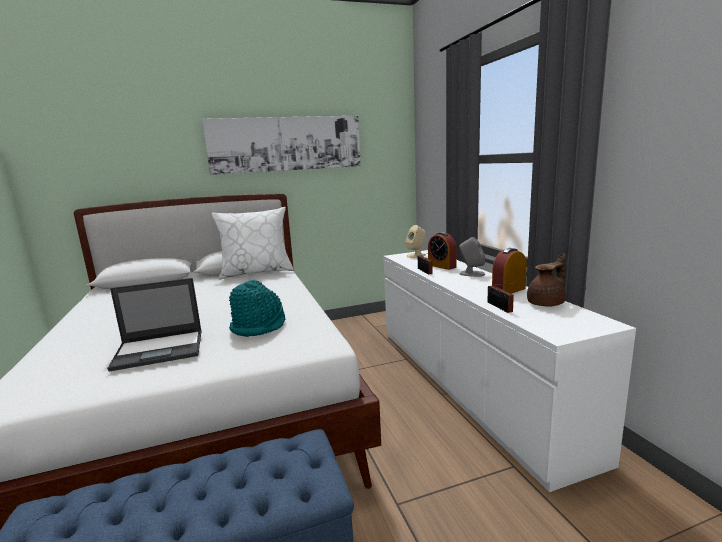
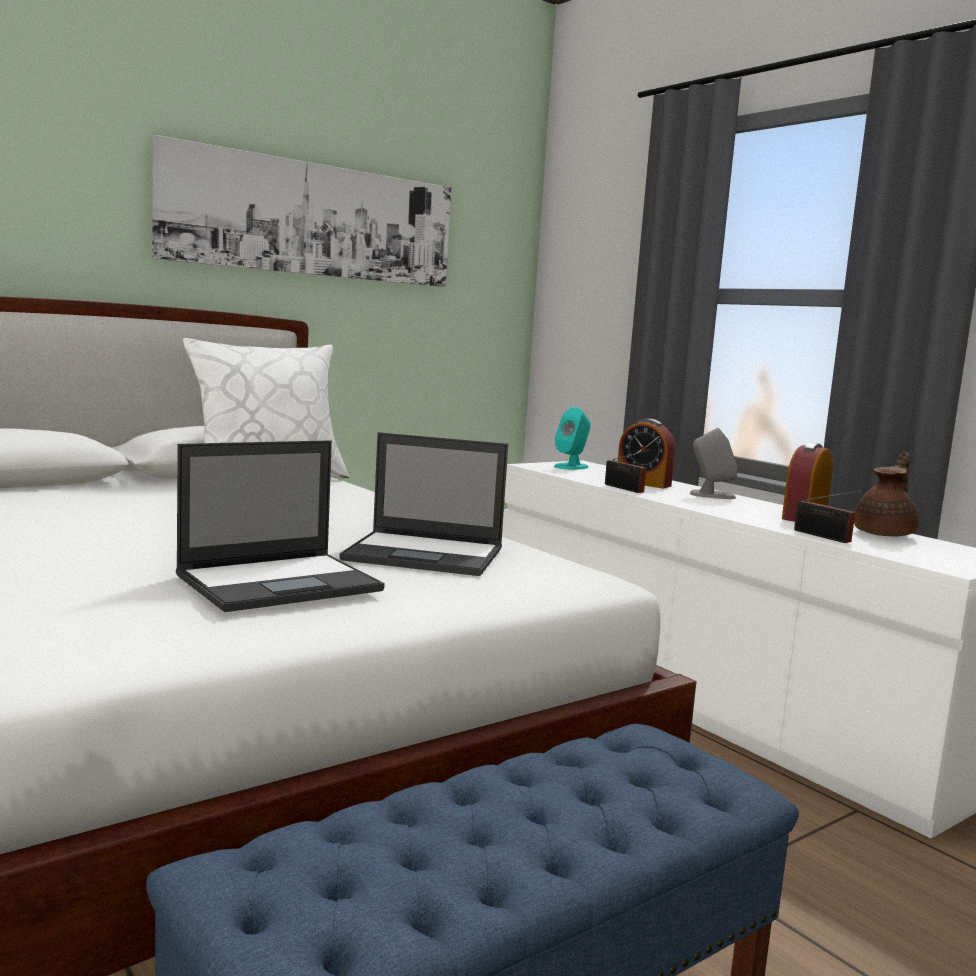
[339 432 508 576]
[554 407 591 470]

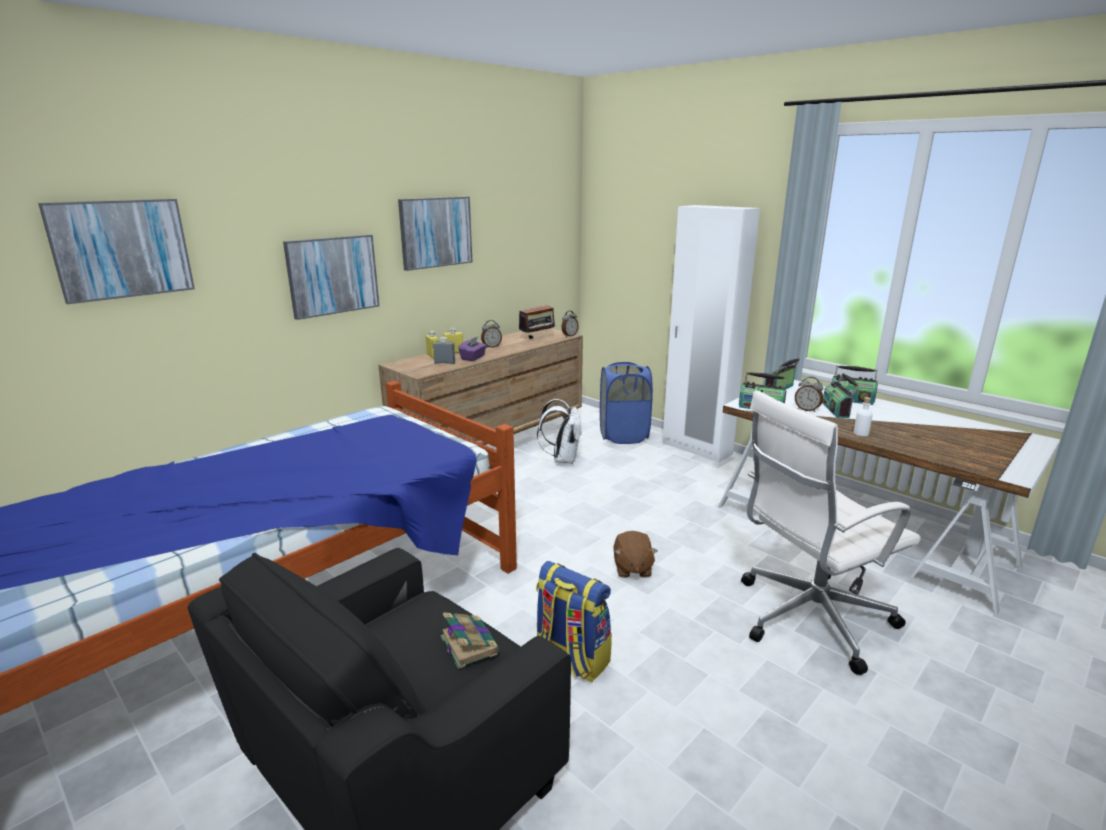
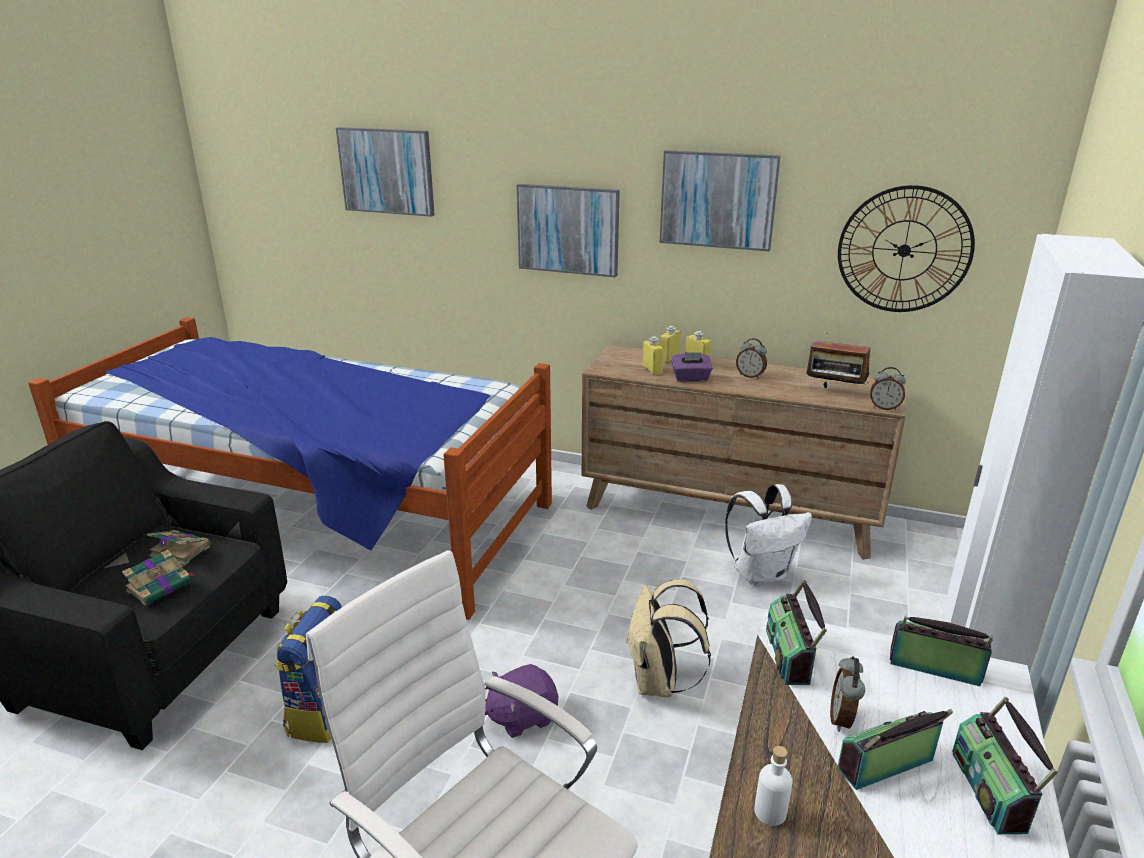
[643 336 664 375]
[600 362 653 444] (first image)
[485 664 558 738]
[147 530 211 566]
[626 579 711 697]
[838 185 975 312]

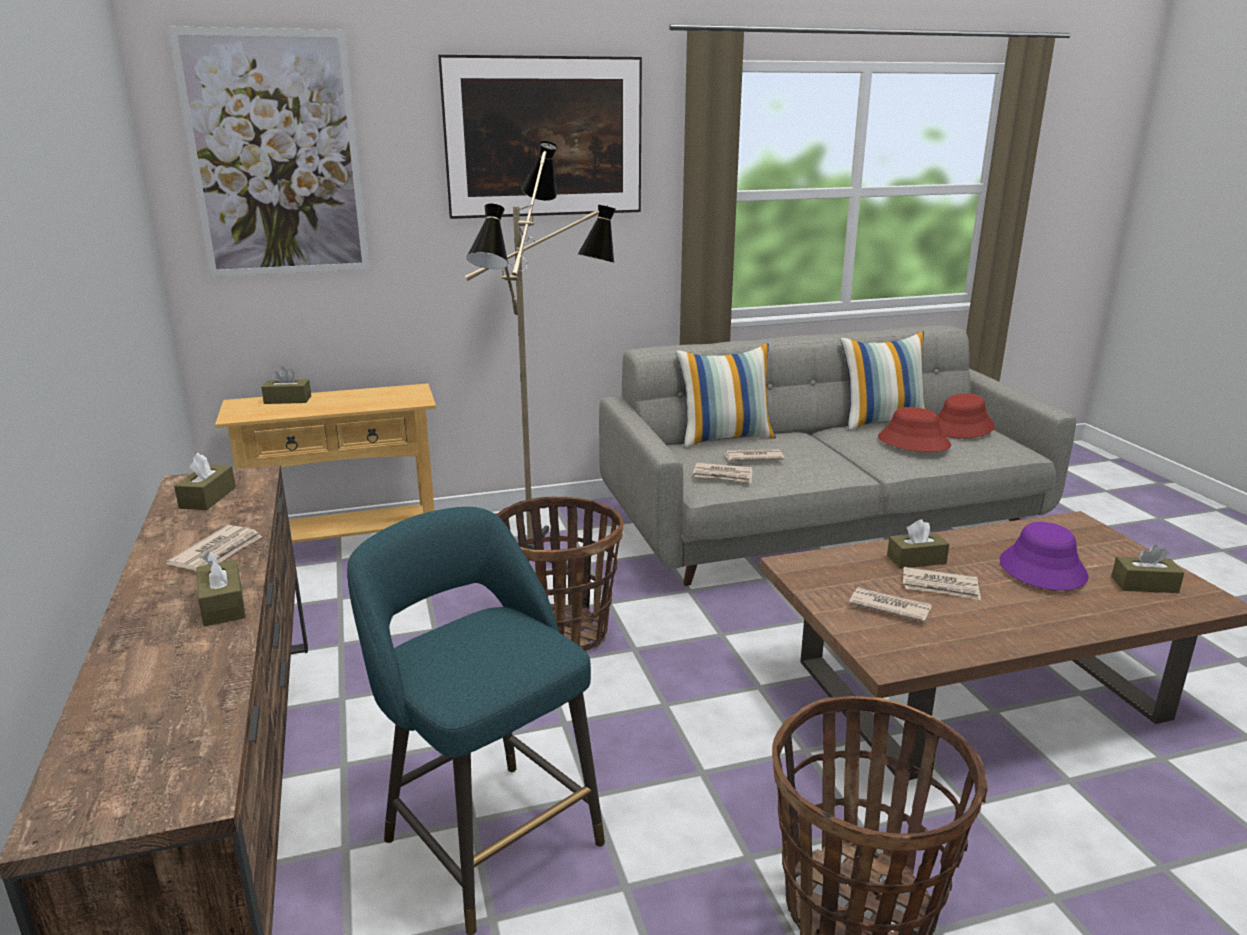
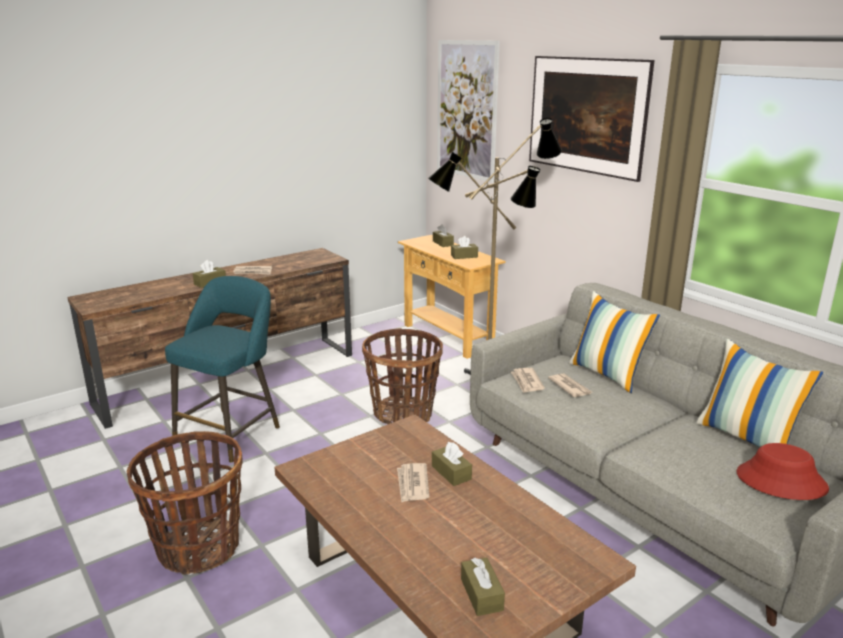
[451 236 478 259]
[849 587 932 622] (first image)
[878 407 951 452] (first image)
[1000 522 1089 591] (first image)

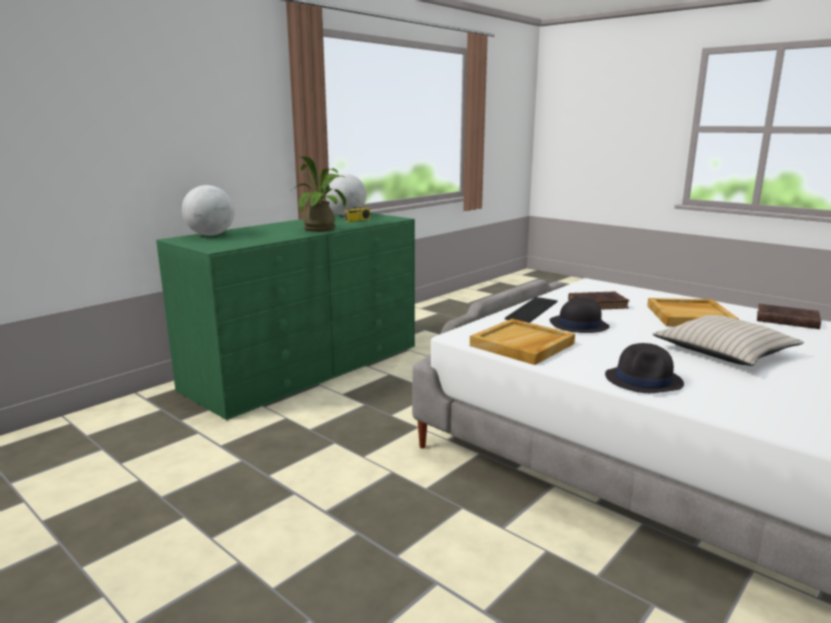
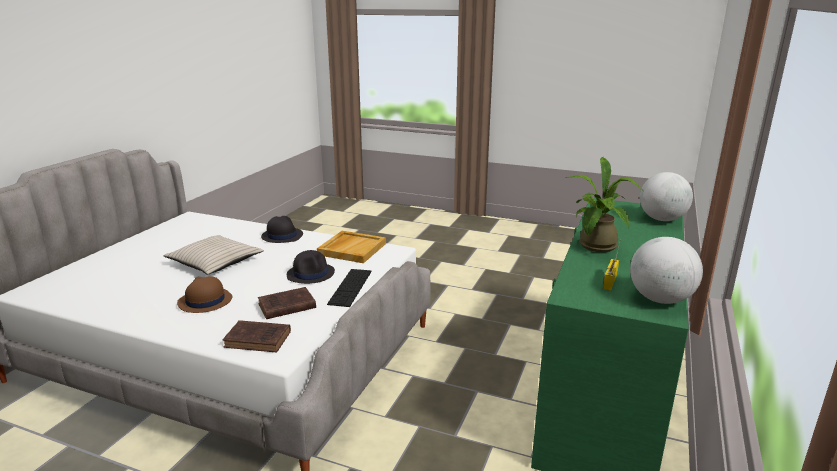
[177 276 233 313]
[223 320 291 353]

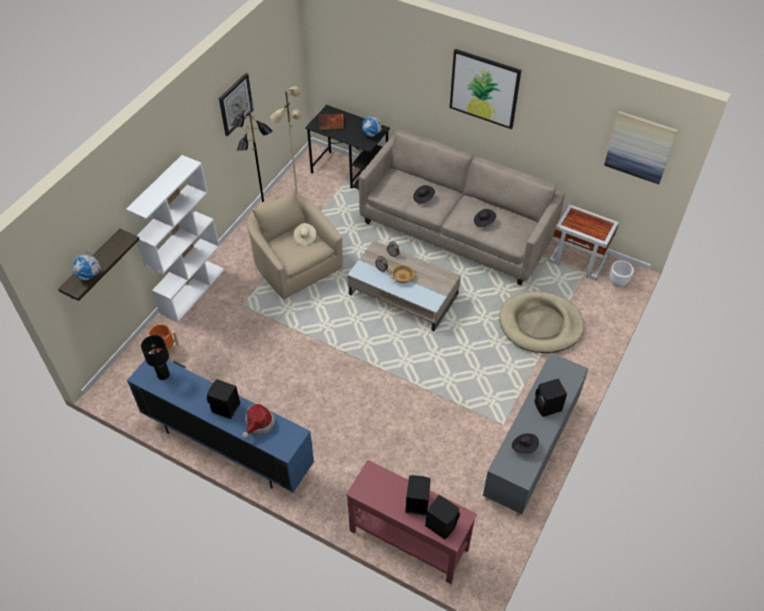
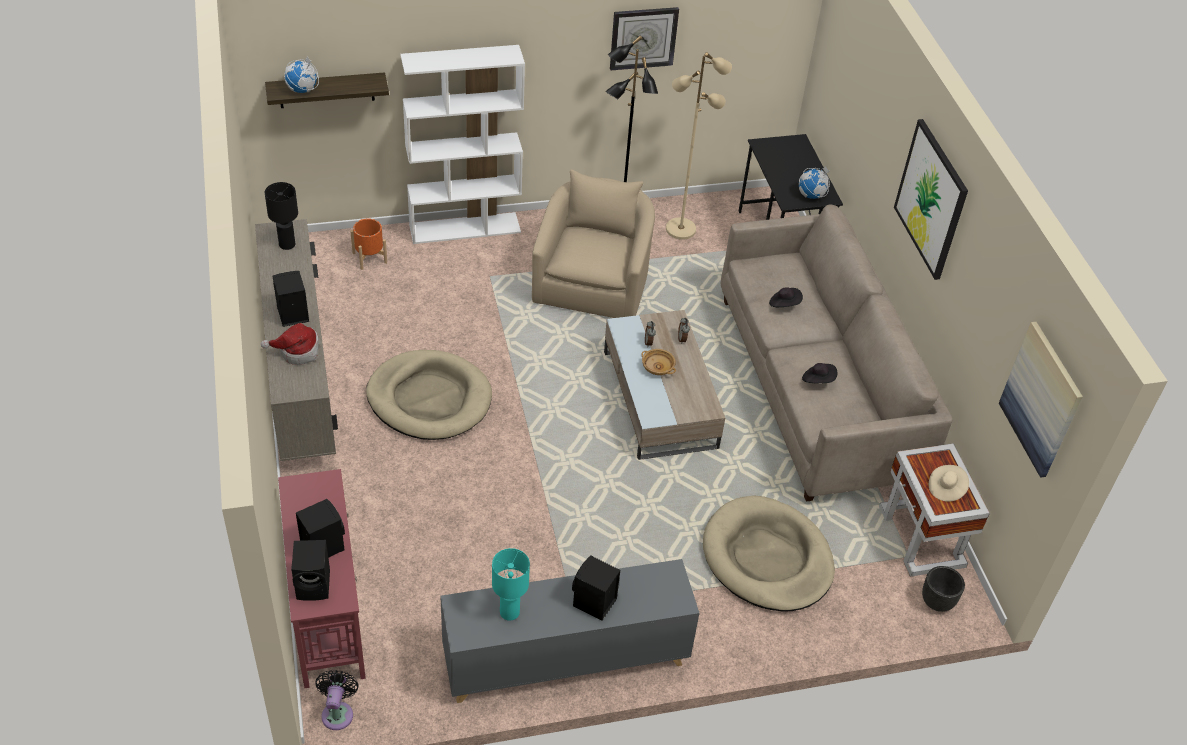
[255 219 338 461]
[929 465 969 502]
[319 114 344 130] (first image)
[492 548 530 621]
[922 566 965 612]
[315 670 359 730]
[366 350 492 440]

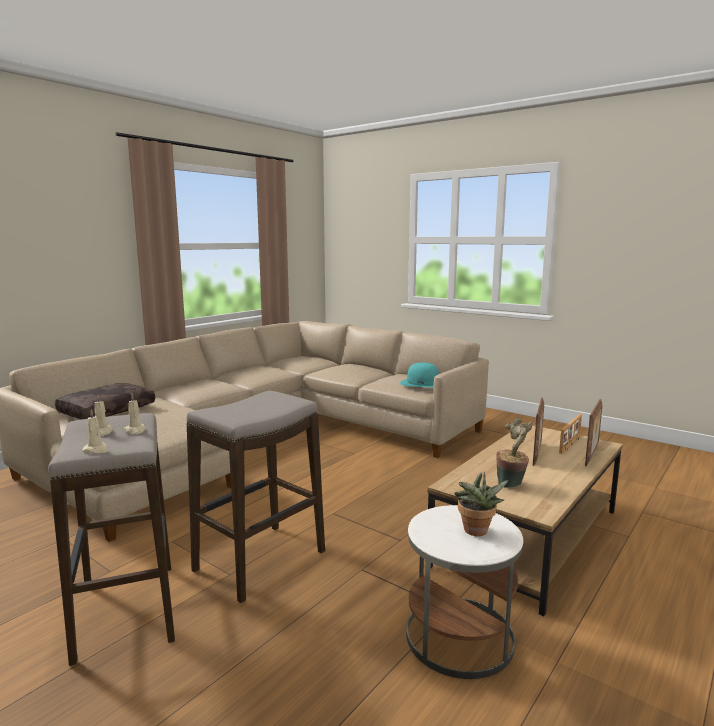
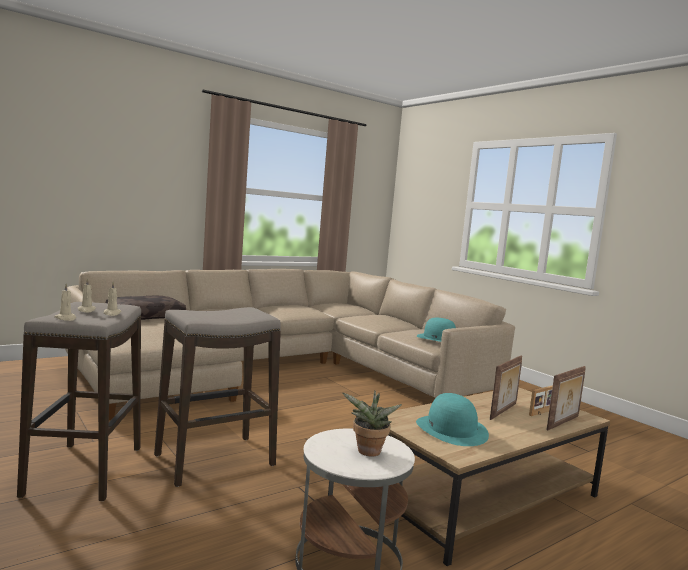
[416 393 489 446]

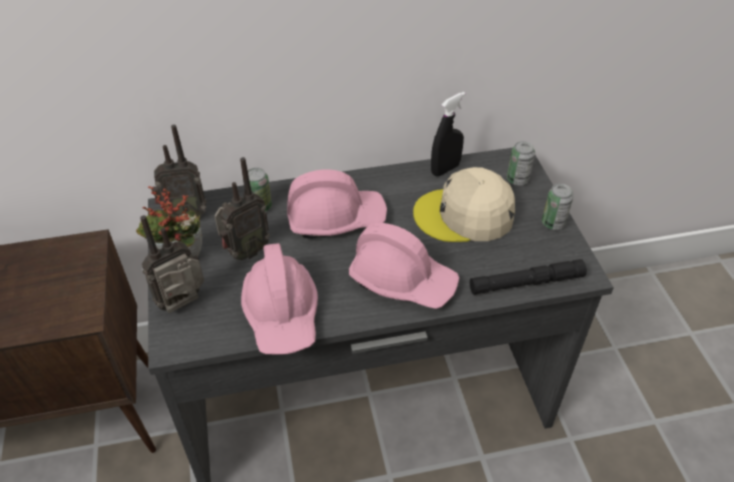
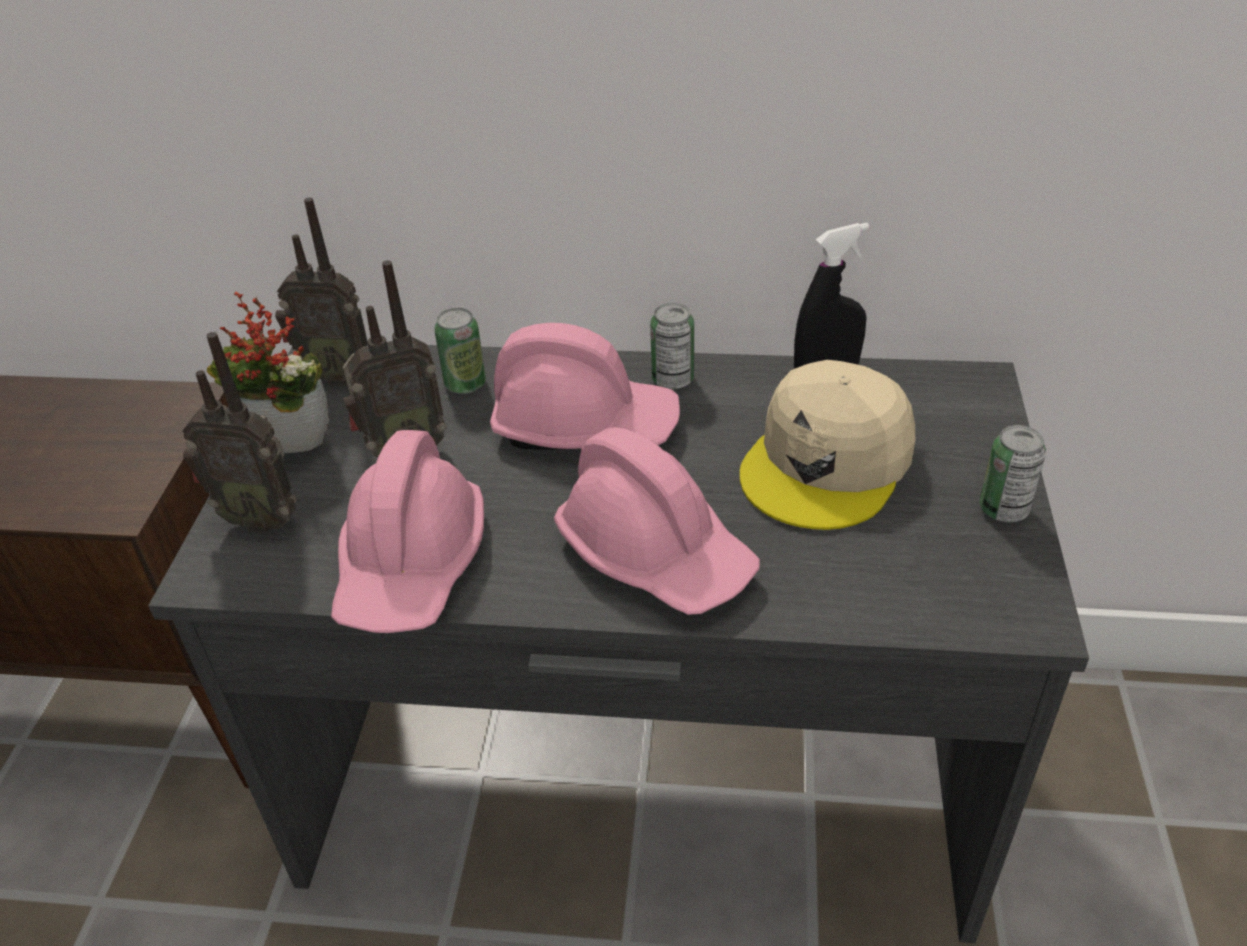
[182 332 297 533]
[740 360 915 530]
[470 259 587 295] (first image)
[650 303 694 390]

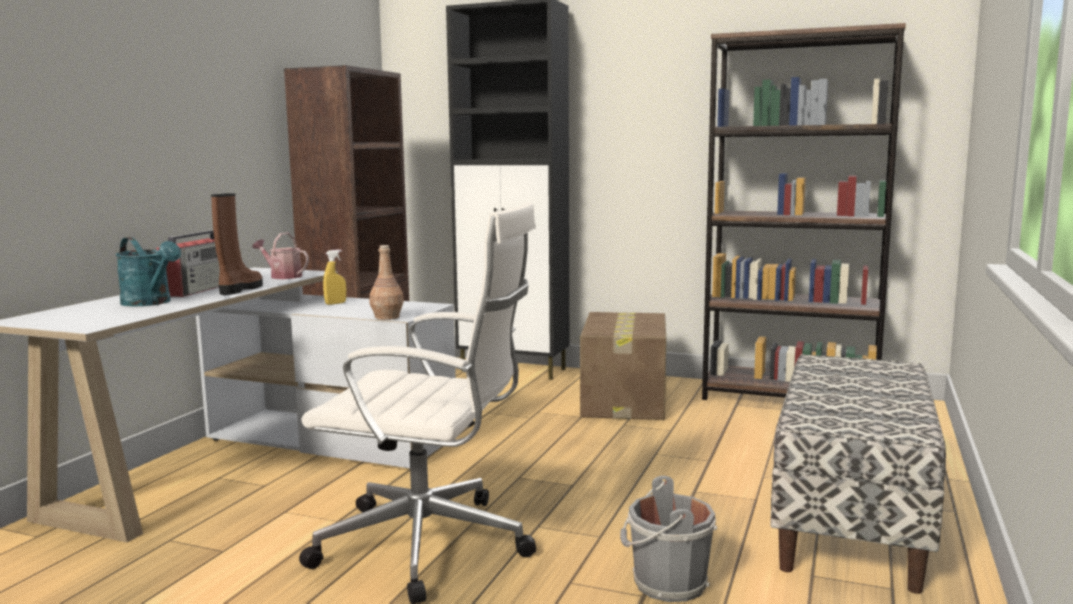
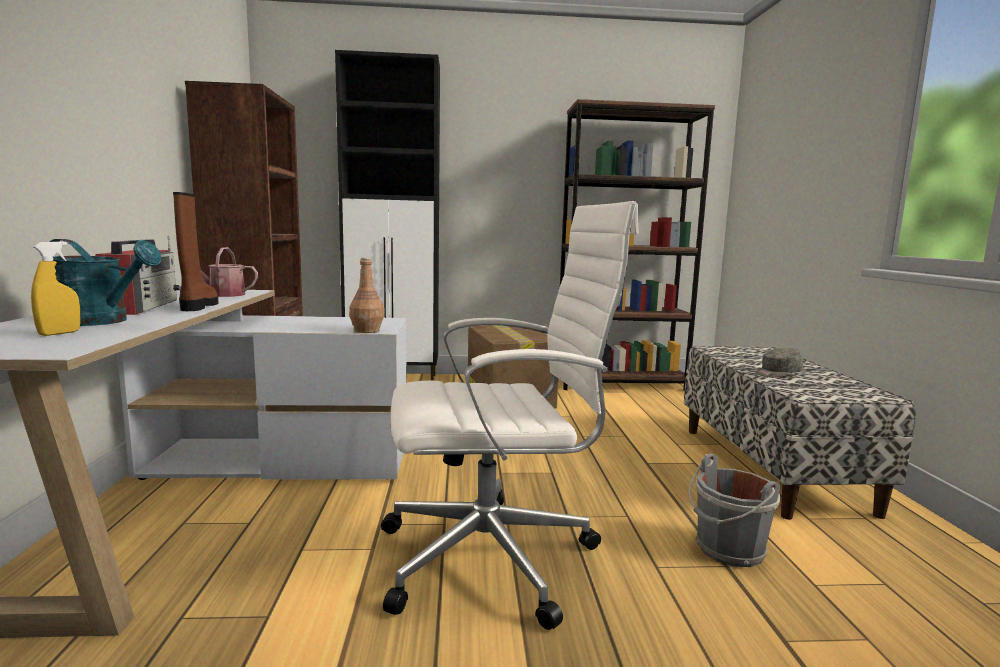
[31 242 80 336]
[756 348 803 377]

